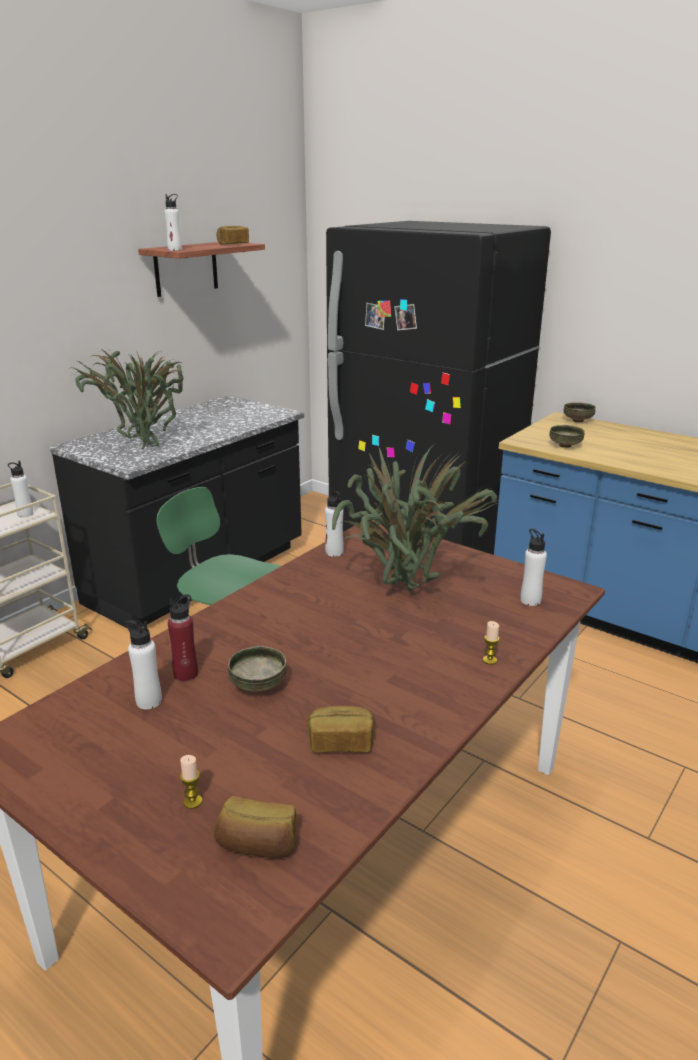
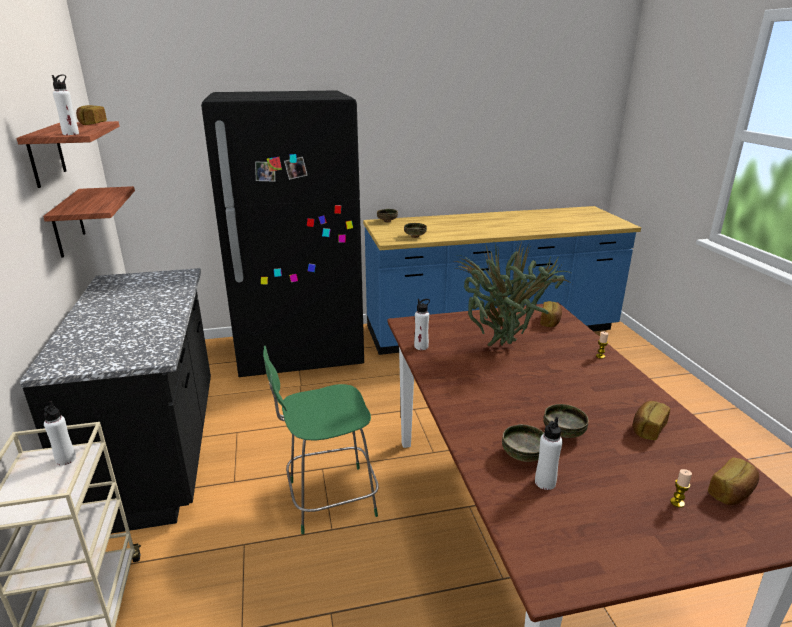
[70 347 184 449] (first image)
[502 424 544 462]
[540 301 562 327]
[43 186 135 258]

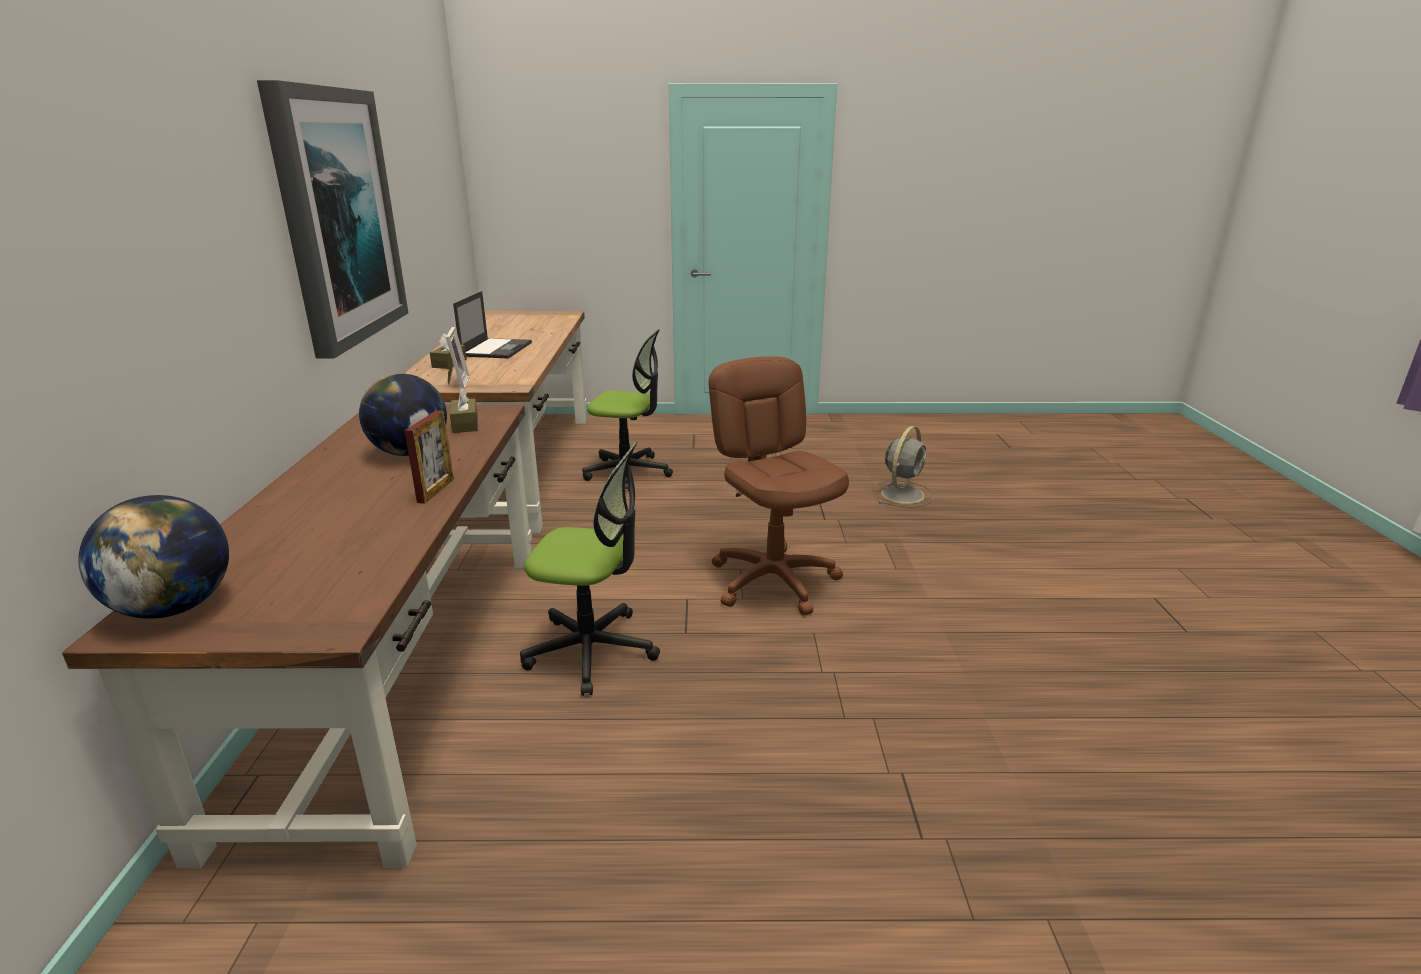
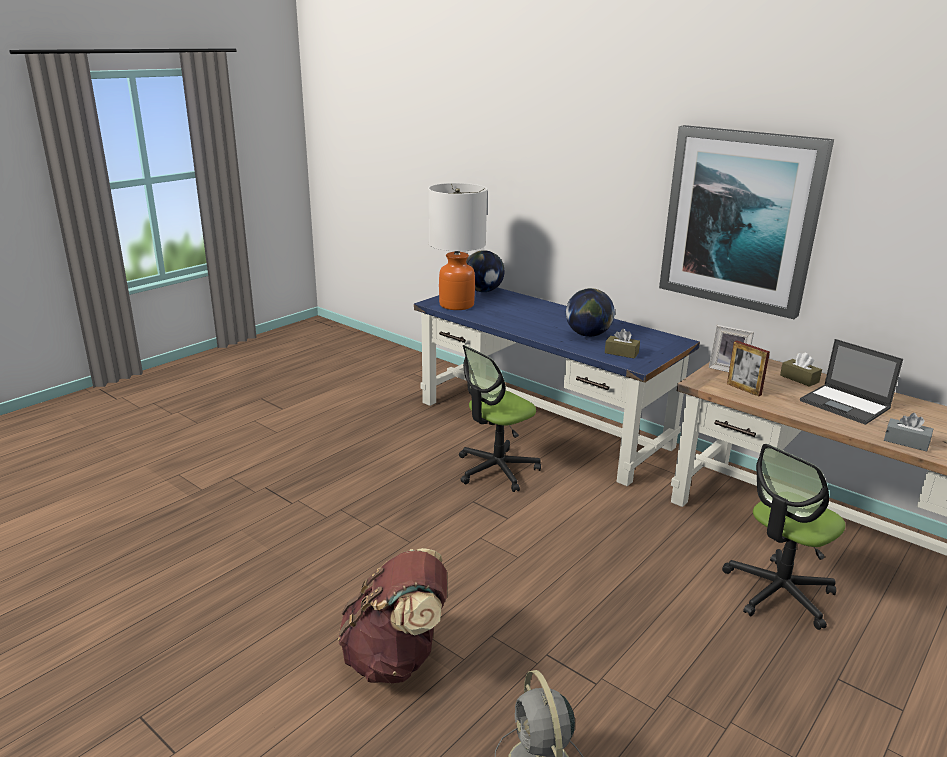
[414 287 700 486]
[727 341 770 396]
[709 356 849 615] (first image)
[338 548 447 683]
[428 183 487 310]
[884 413 933 452]

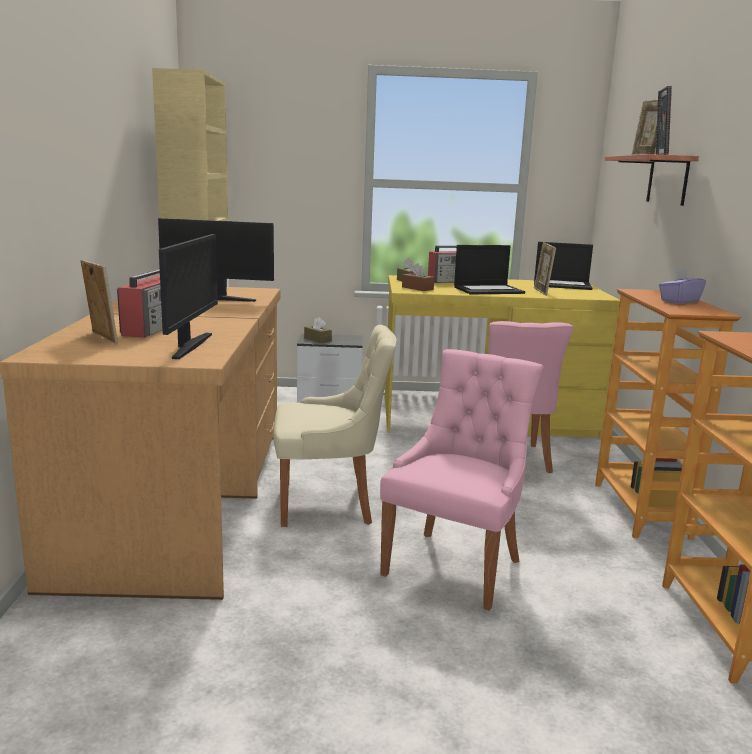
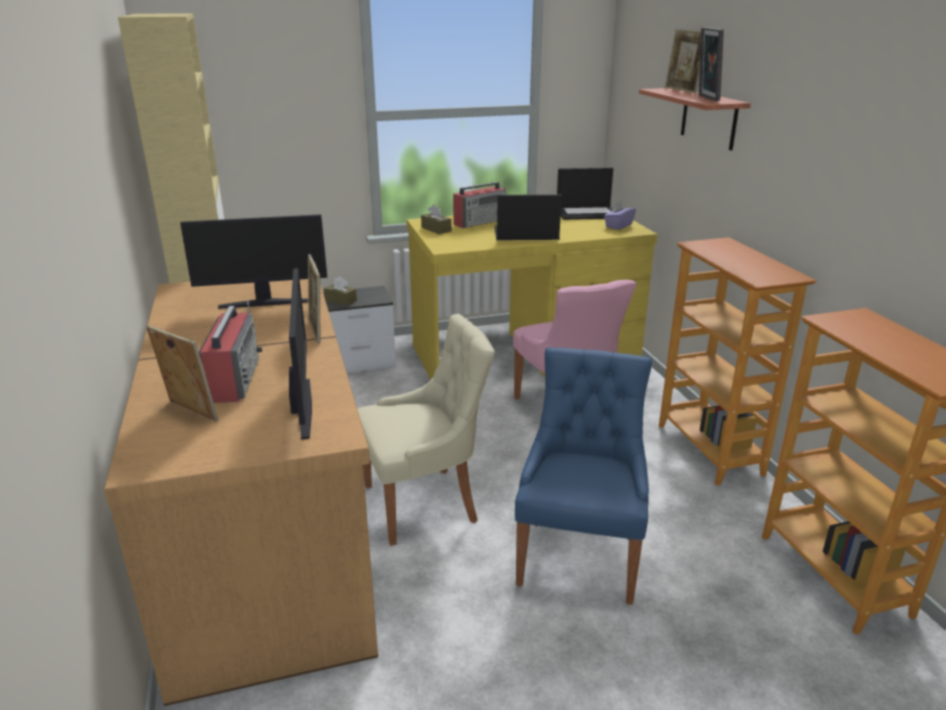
[515 348 652 605]
[402 263 434 291] (first image)
[494 194 562 240]
[308 254 321 344]
[604 201 636 230]

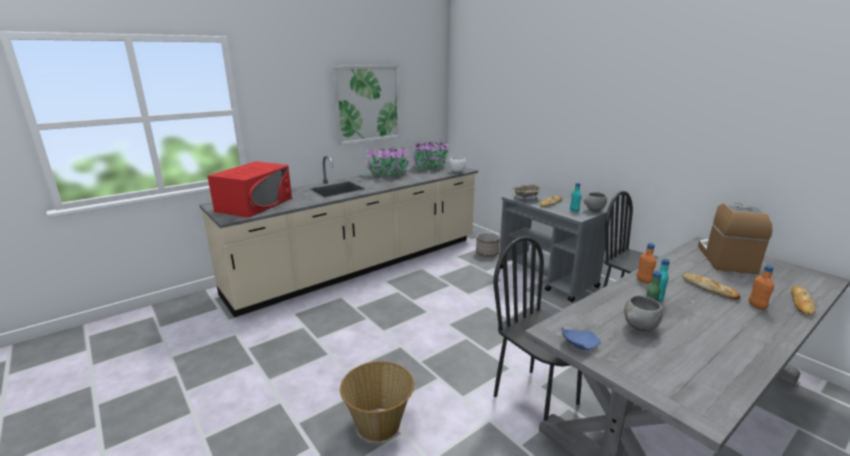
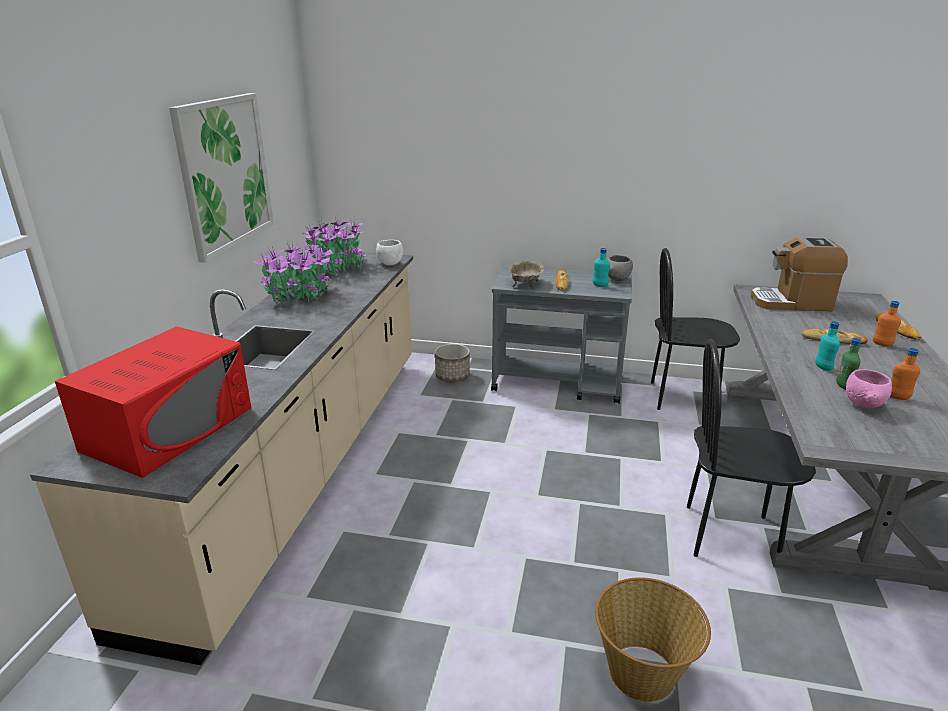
[55 326 251 478]
[562 327 601 350] (first image)
[846 369 892 408]
[890 348 920 400]
[750 237 848 311]

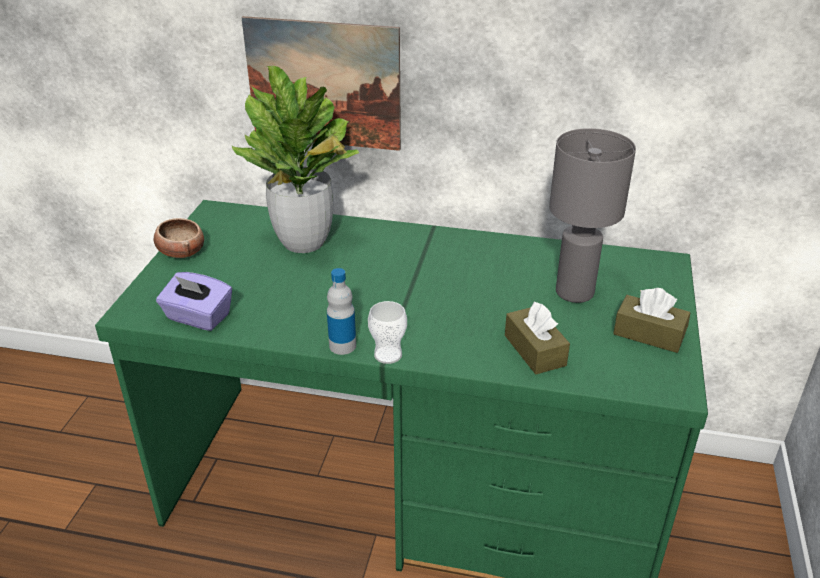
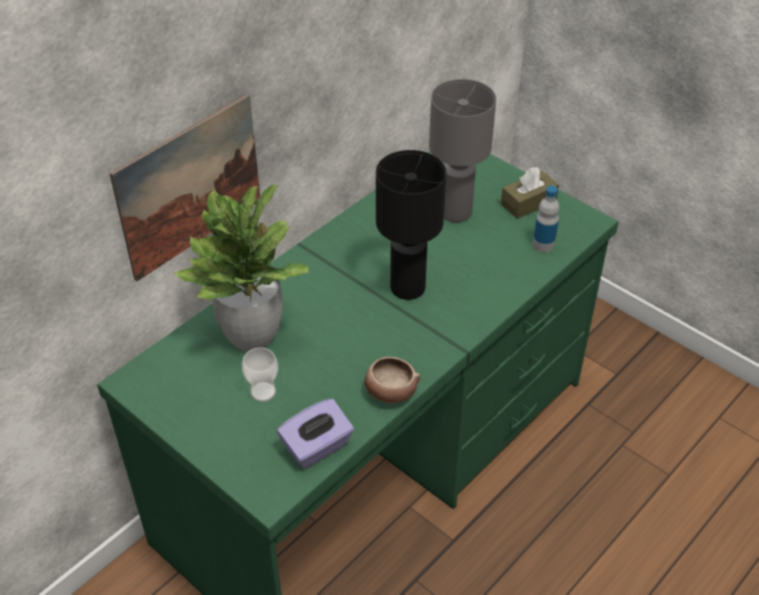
[364 357 420 403]
[533 185 560 252]
[242 347 278 402]
[505 302 570 374] (first image)
[376 150 447 300]

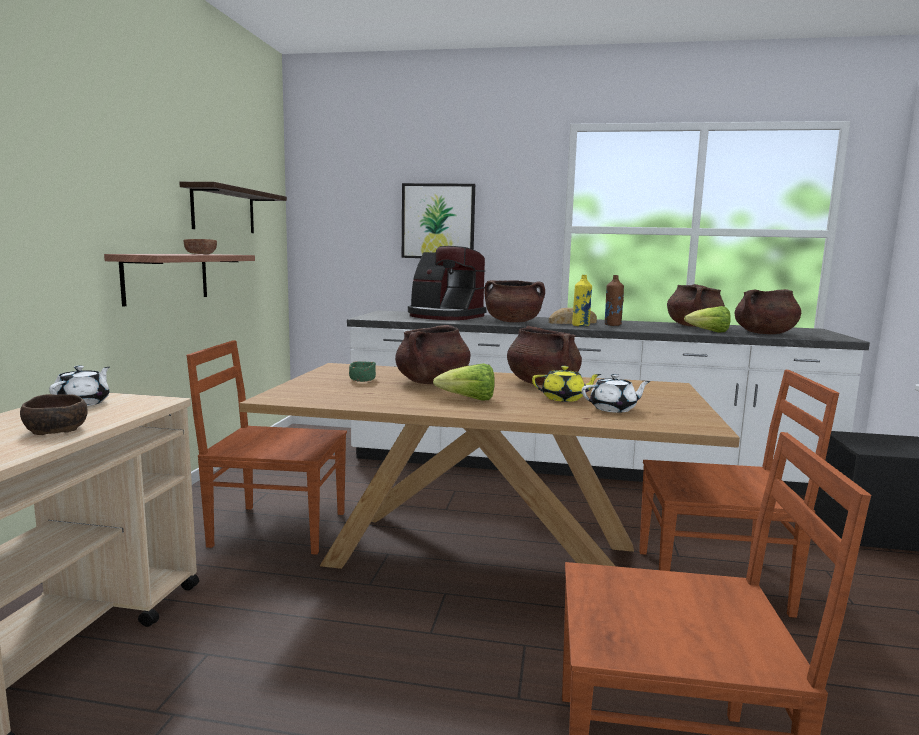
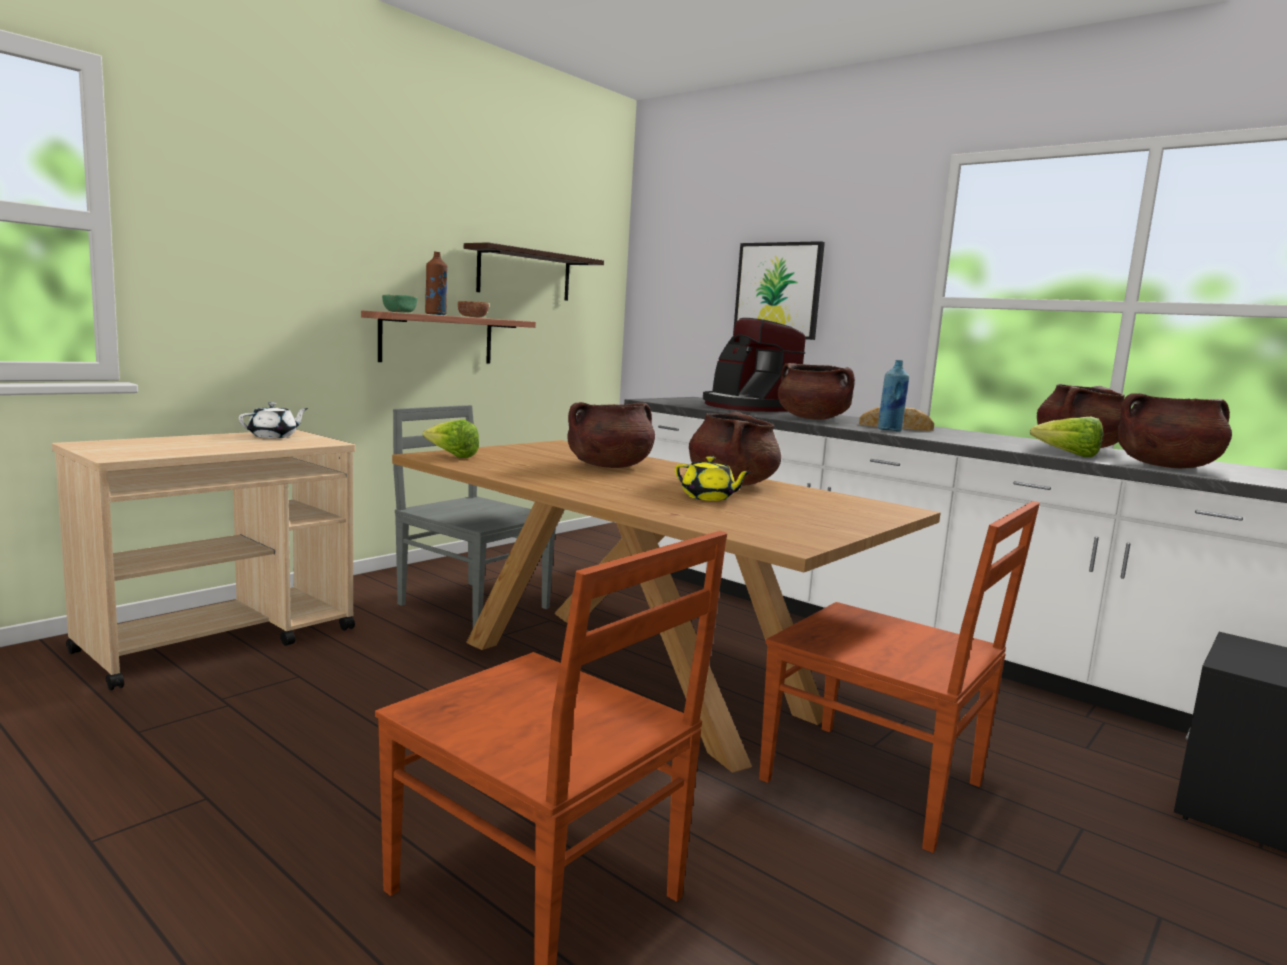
[20 394 88 435] (first image)
[393 405 555 628]
[382 294 417 313]
[423 420 479 458]
[878 360 909 432]
[582 374 651 413] (first image)
[425 251 447 315]

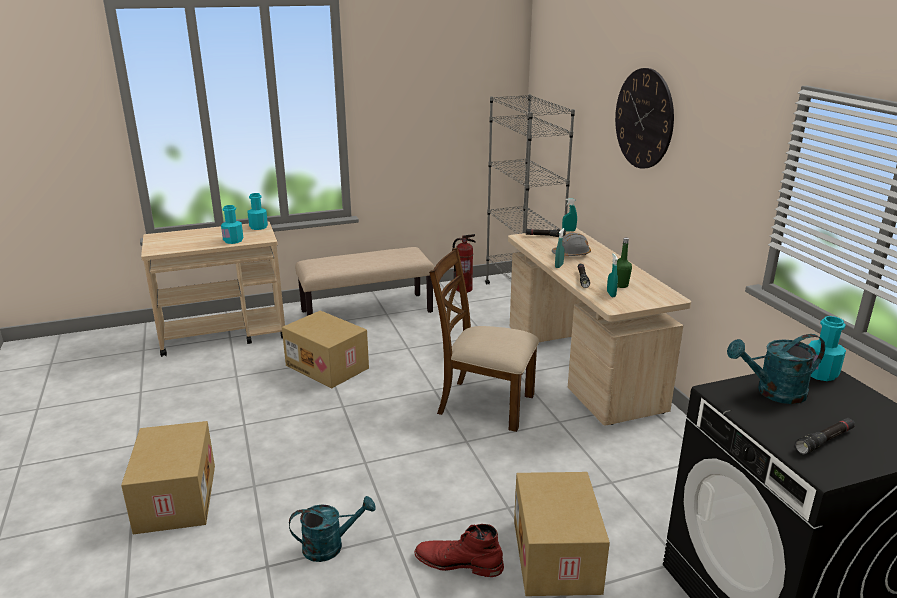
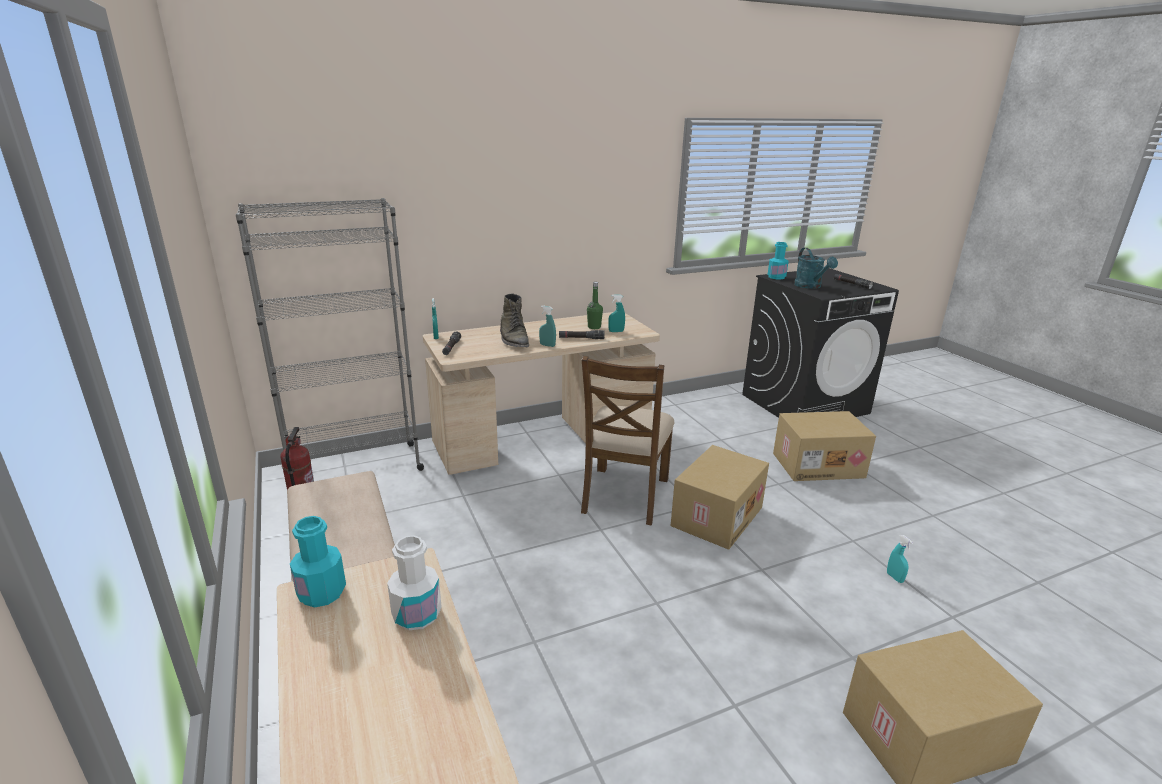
[387 535 442 630]
[671 445 769 550]
[887 535 913 583]
[415 524 504 577] (first image)
[500 294 529 347]
[615 68 674 169] (first image)

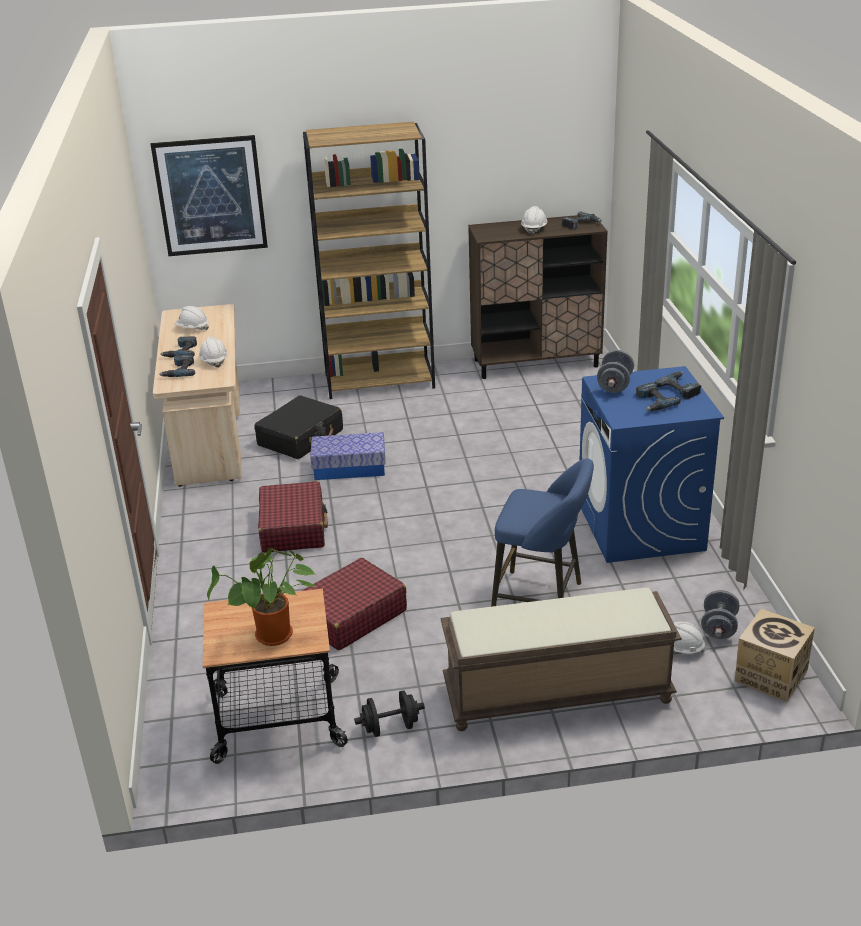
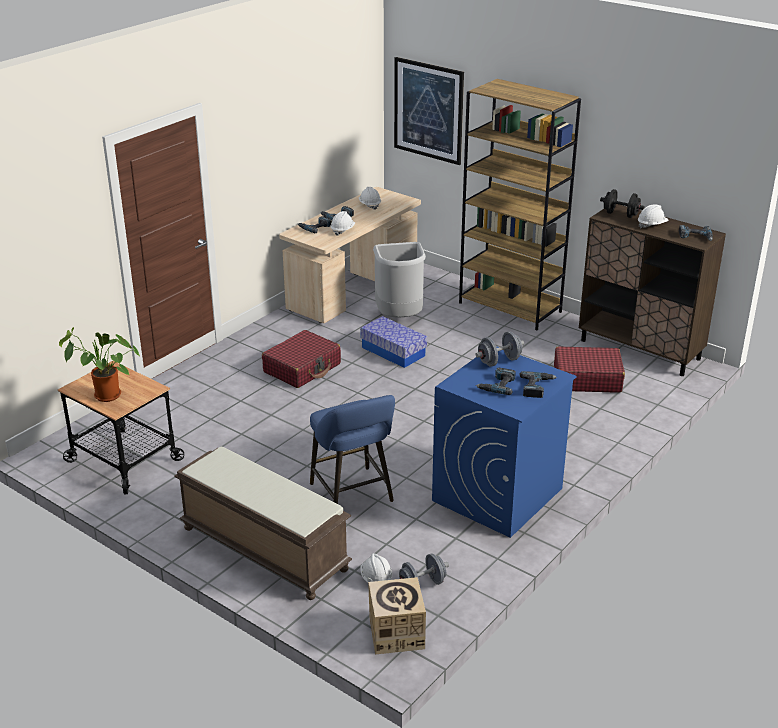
[373 242 426 318]
[554 346 625 393]
[600 189 645 218]

